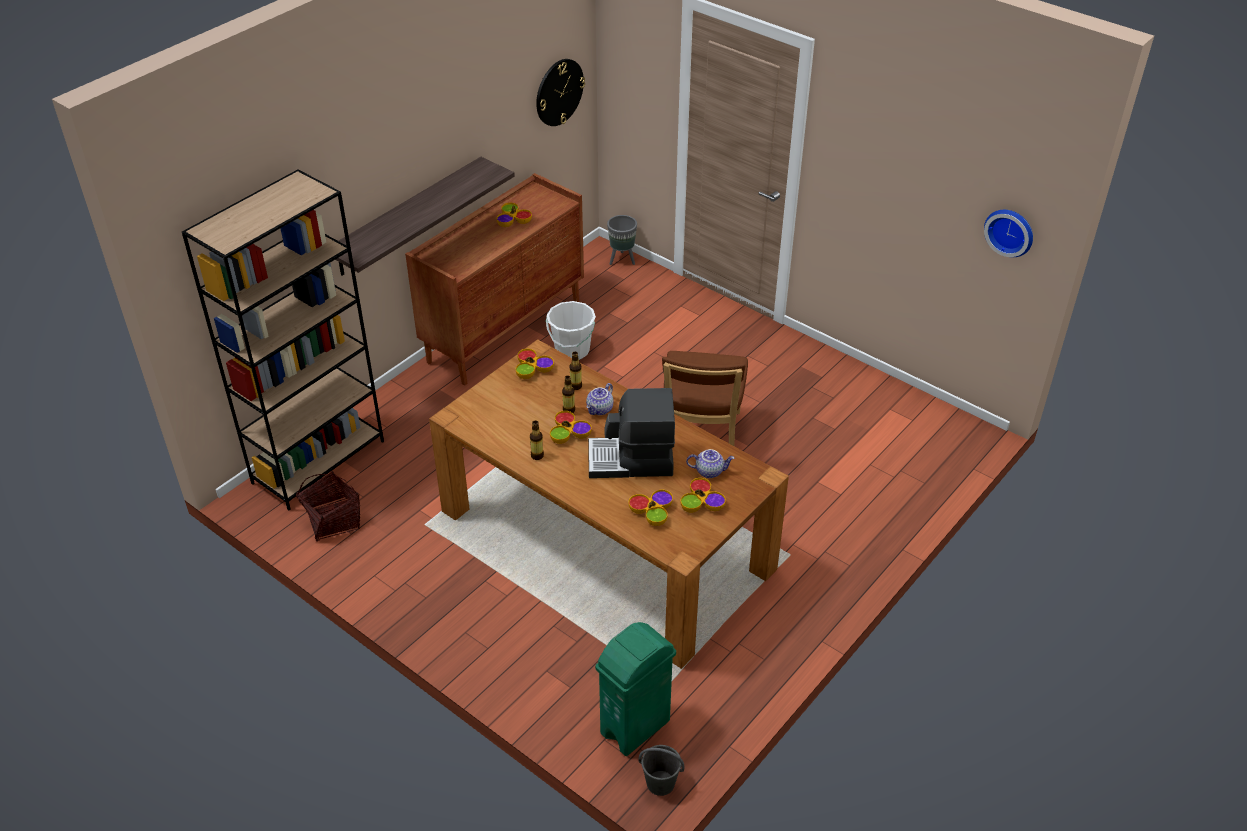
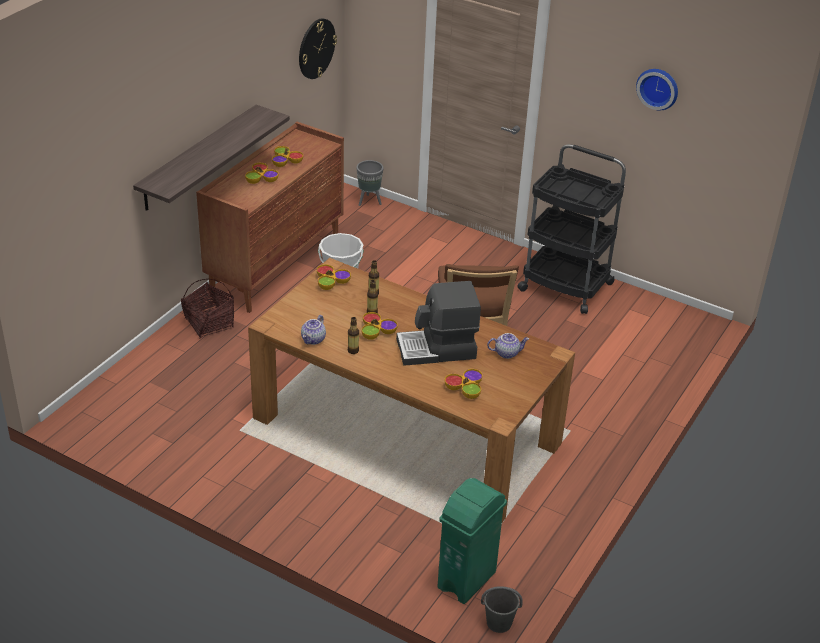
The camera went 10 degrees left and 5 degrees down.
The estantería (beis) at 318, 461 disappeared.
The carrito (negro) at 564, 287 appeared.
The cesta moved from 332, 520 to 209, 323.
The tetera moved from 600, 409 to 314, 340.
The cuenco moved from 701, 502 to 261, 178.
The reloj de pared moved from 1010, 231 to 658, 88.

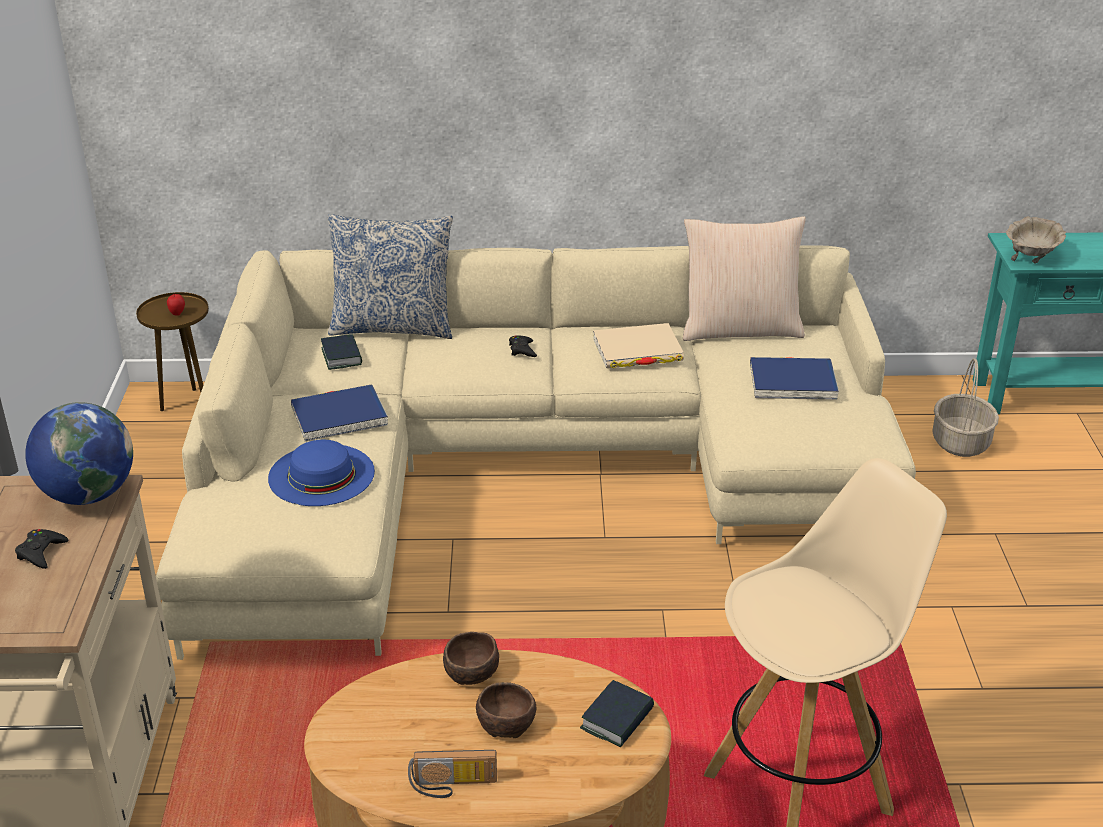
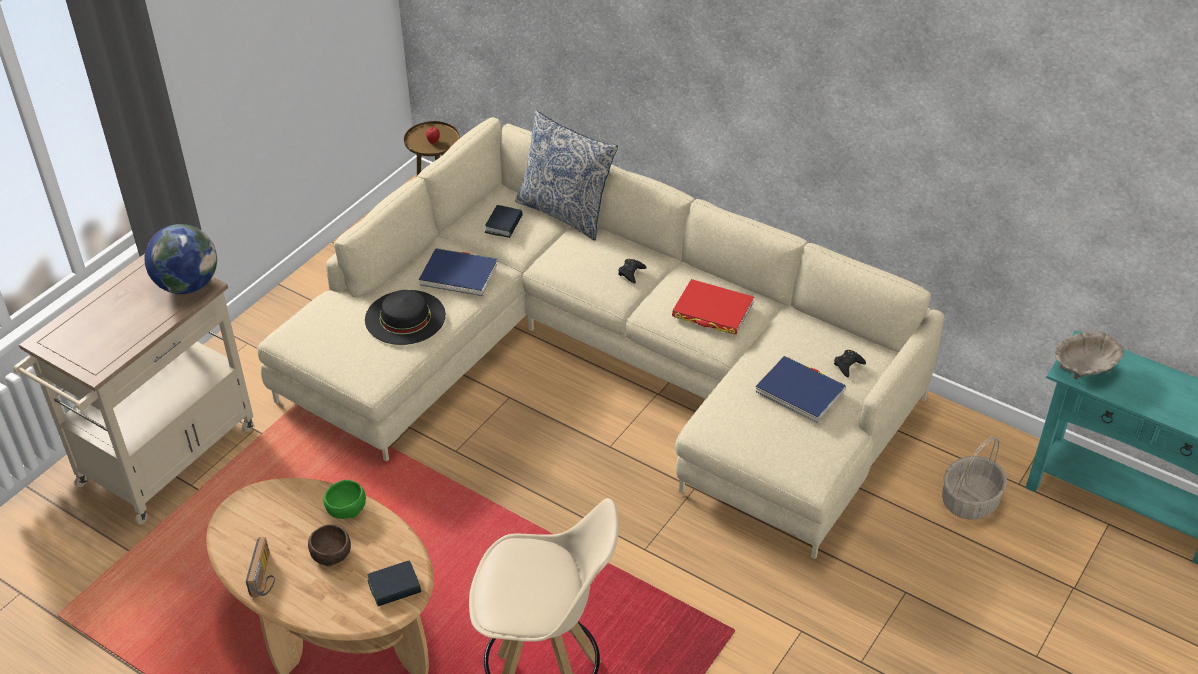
The camera went 35 degrees right and 10 degrees up.
The cojín (beis) at 740, 329 disappeared.
The mando de consola (negro) moved from 41, 552 to 848, 365.
The sombrero (azul) at 321, 474 became the sombrero (negro) at 405, 317.
The cuenco (marrón) at 470, 672 became the cuenco (verde) at 345, 508.
The libro (beis) at 637, 350 became the libro (rojo) at 712, 310.
The radio at 453, 786 turned 120 degrees counterclockwise.

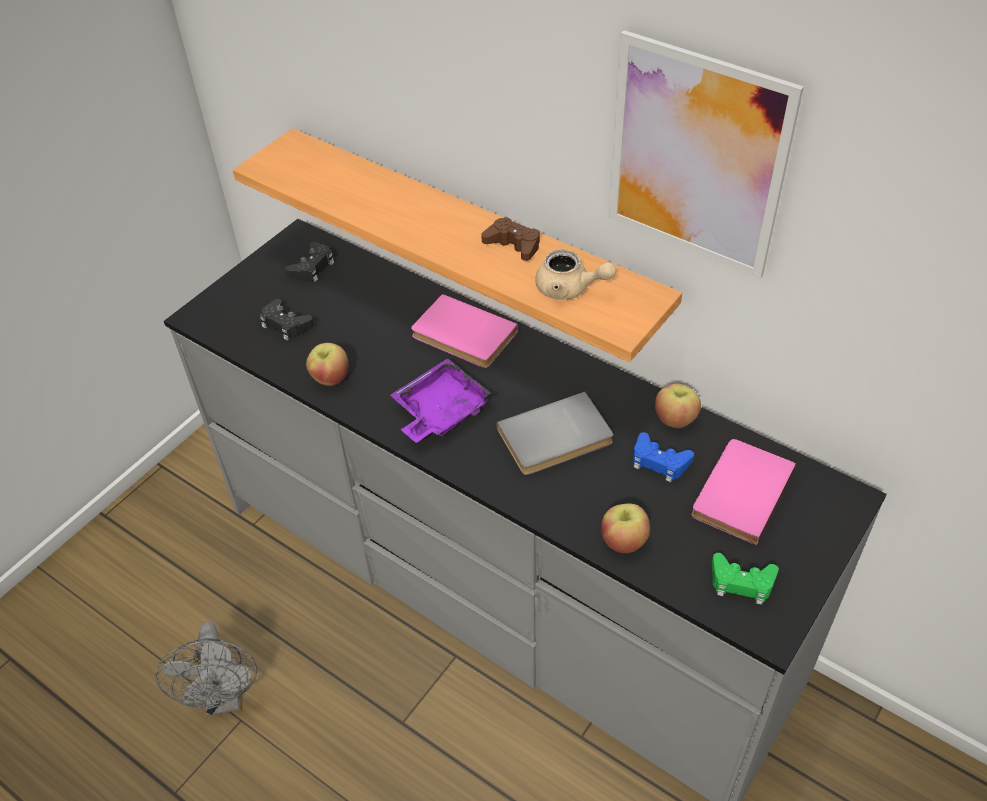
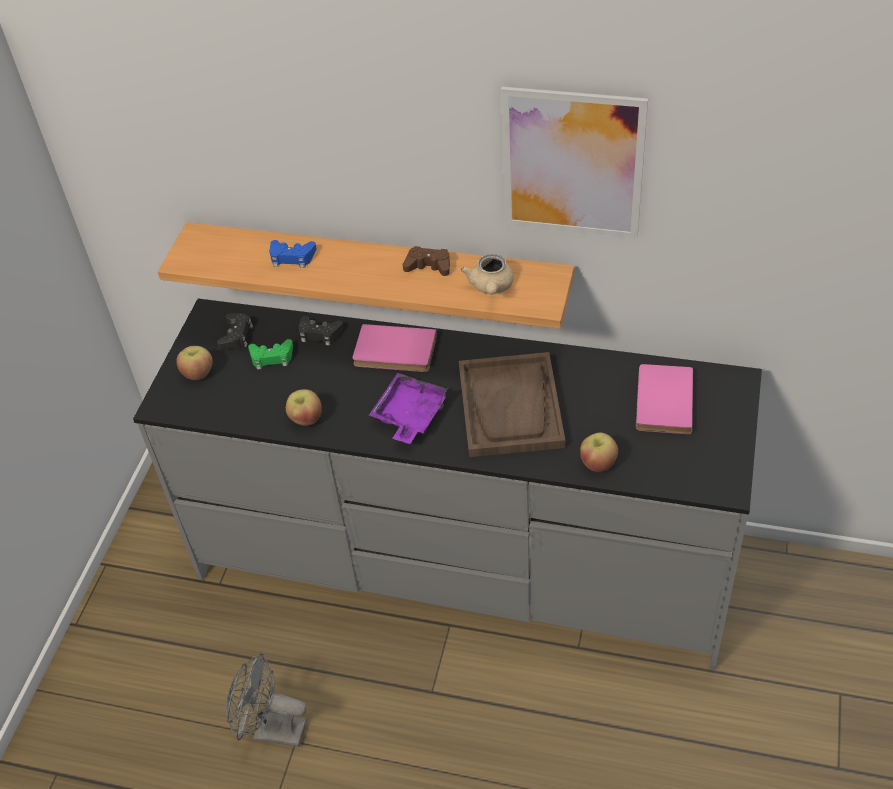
The camera went 20 degrees left and 0 degrees up.
The mando de consola (negro) moved from 285, 324 to 319, 334.
The mando de consola (azul) moved from 659, 462 to 292, 257.
The manzana moved from 675, 419 to 198, 373.
The mando de consola (verde) moved from 741, 582 to 272, 357.
The libro (gris) at 556, 439 was replaced by the bandeja (marrón) at 510, 407.
The ventilador (gris) at 224, 698 turned 135 degrees clockwise.
The tetera (beis) at 569, 289 turned 90 degrees clockwise.

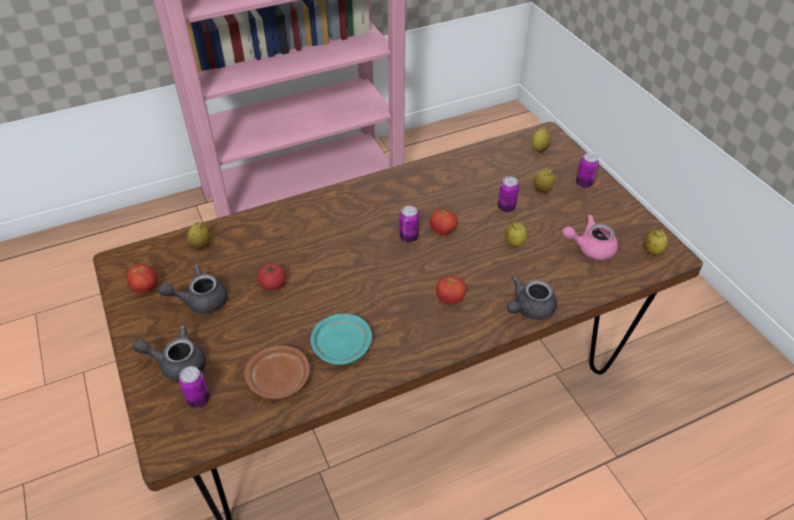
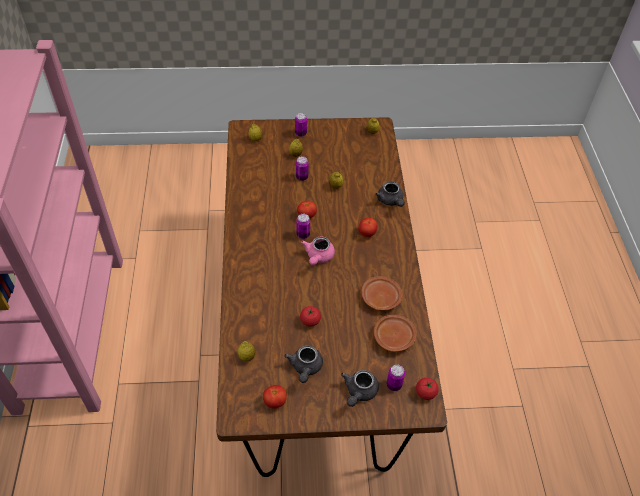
The camera went 70 degrees left and 5 degrees up.
The tomate at 425, 393 appeared.
The tetera (rosa) moved from 589, 248 to 318, 257.
The plato (turquesa) at 342, 345 became the plato (marrón) at 380, 297.

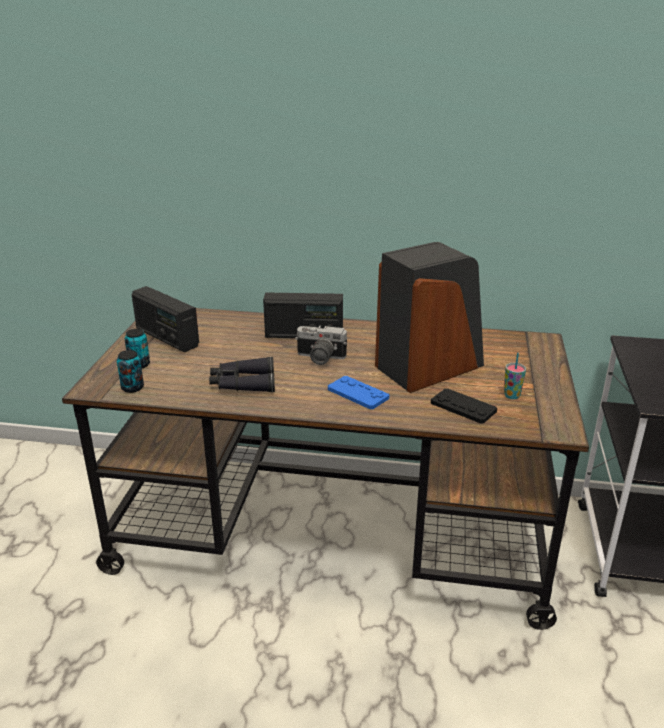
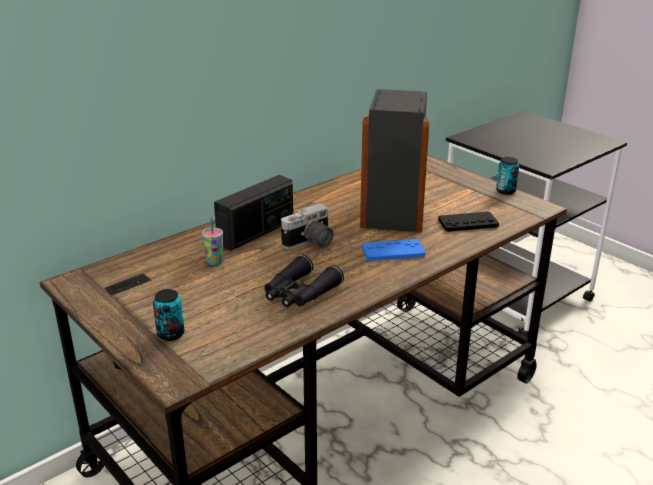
The camera went 50 degrees left and 0 degrees up.
The radio at 166, 337 disappeared.
The lata moved from 132, 388 to 505, 191.
The taza moved from 512, 396 to 214, 262.

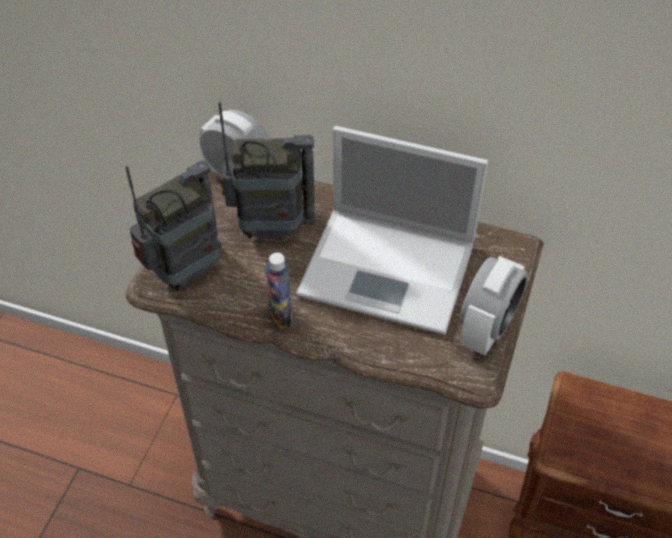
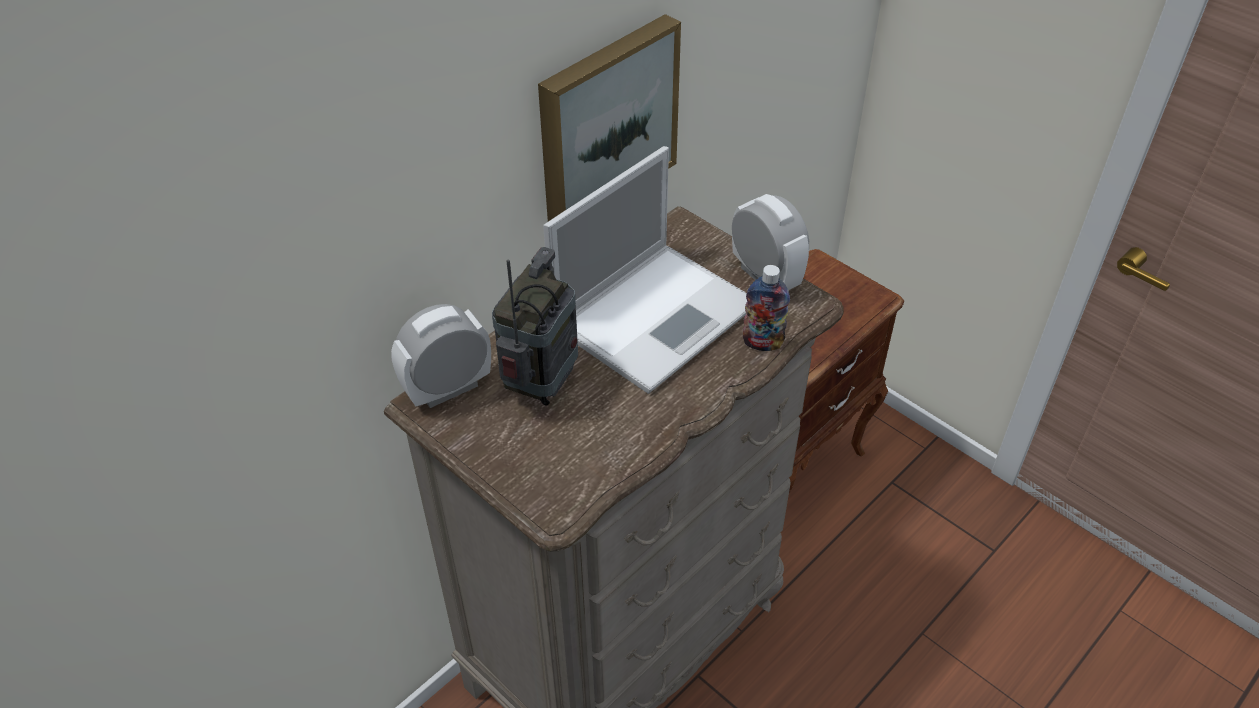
The camera went 65 degrees left and 5 degrees down.
The radio at 186, 271 disappeared.
The cuadro at 605, 123 appeared.
The botella moved from 280, 315 to 762, 343.

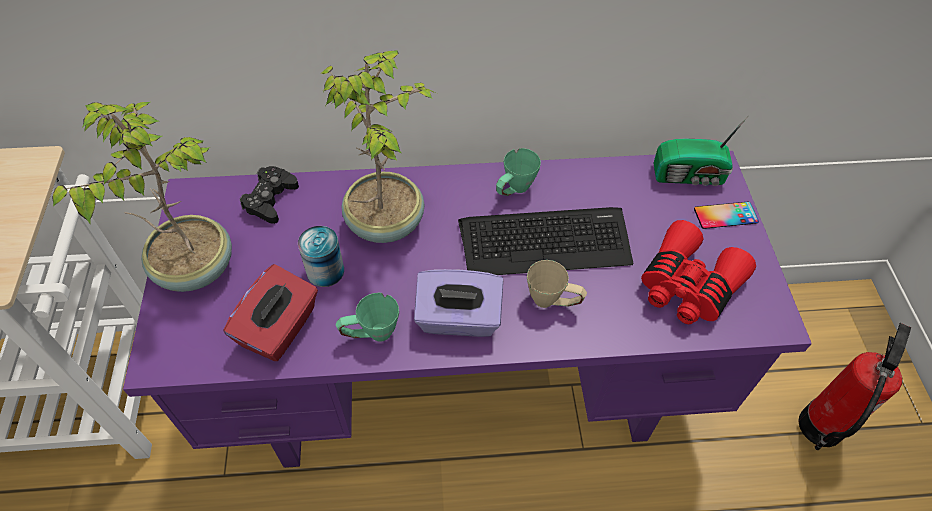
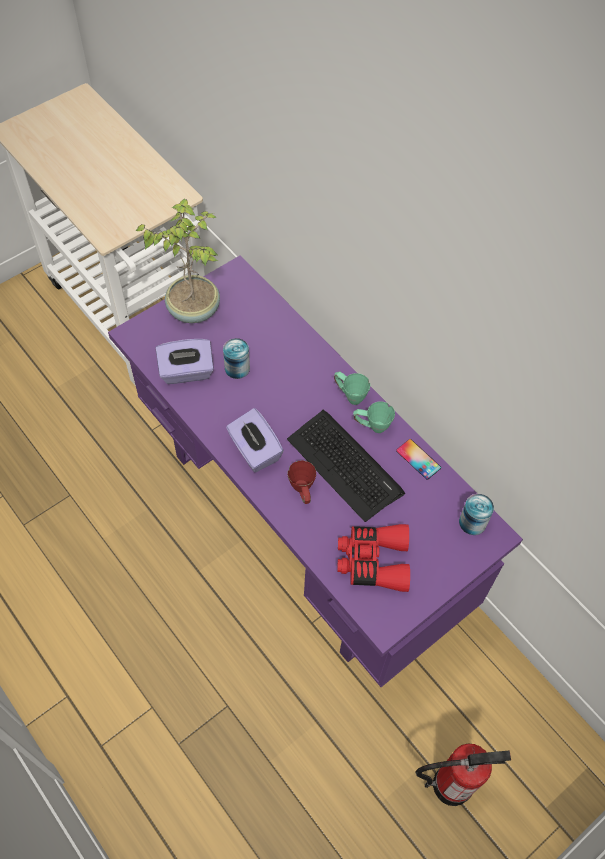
The camera went 55 degrees right and 5 degrees up.
The mando de consola (negro) at 270, 199 disappeared.
The planta en maceta at 386, 221 disappeared.
The taza grande (verde) moved from 371, 335 to 349, 395.
The móvil moved from 725, 215 to 418, 459.
The radio at 690, 176 was replaced by the lata at 472, 522.
The caja de pañuelos (rojo) at 280, 328 became the caja de pañuelos (morado) at 186, 372.
The taza grande (beis) at 553, 302 became the taza grande (rojo) at 302, 492.

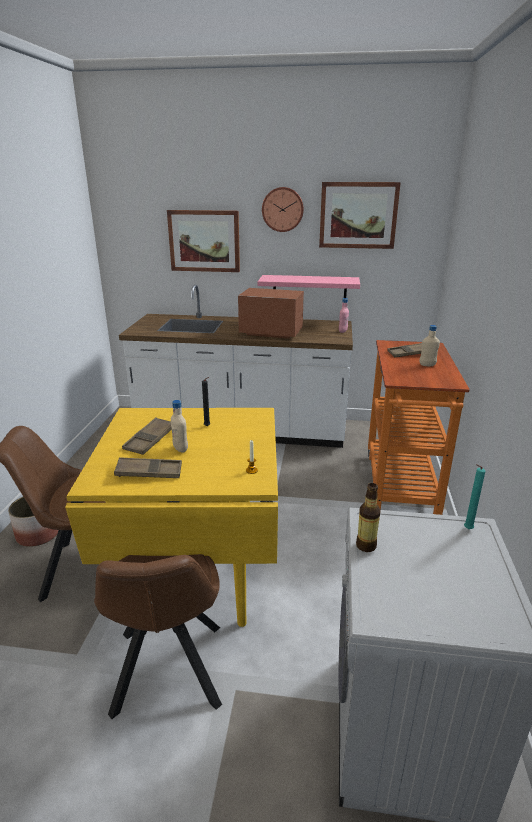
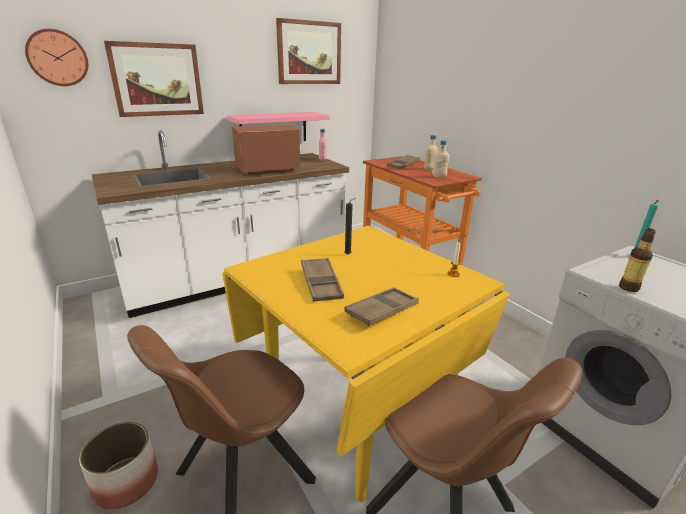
The camera went 40 degrees left and 0 degrees up.
The botella (beis) moved from 180, 449 to 439, 177.
The reloj de pared moved from 283, 209 to 57, 58.

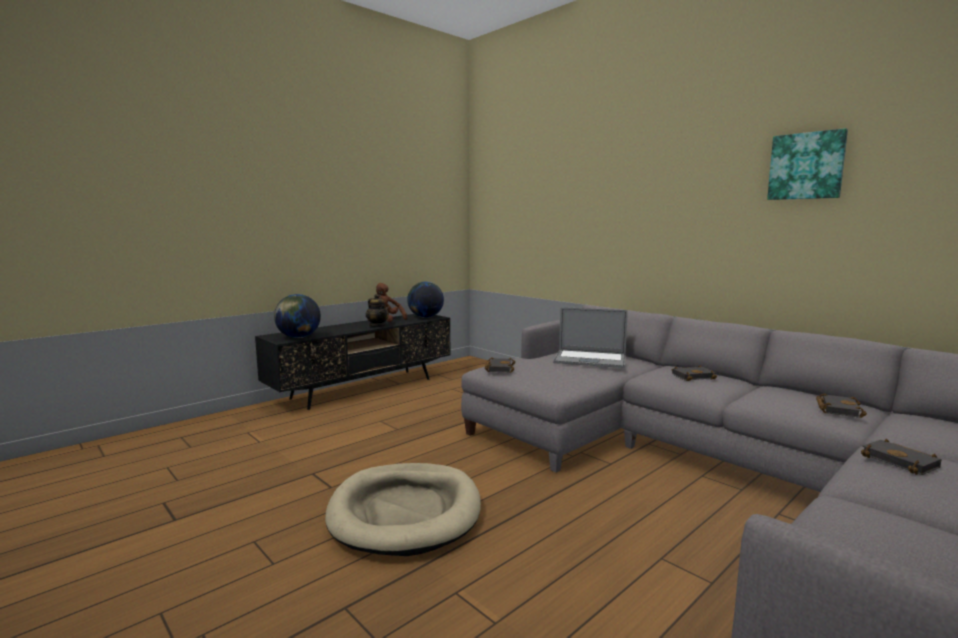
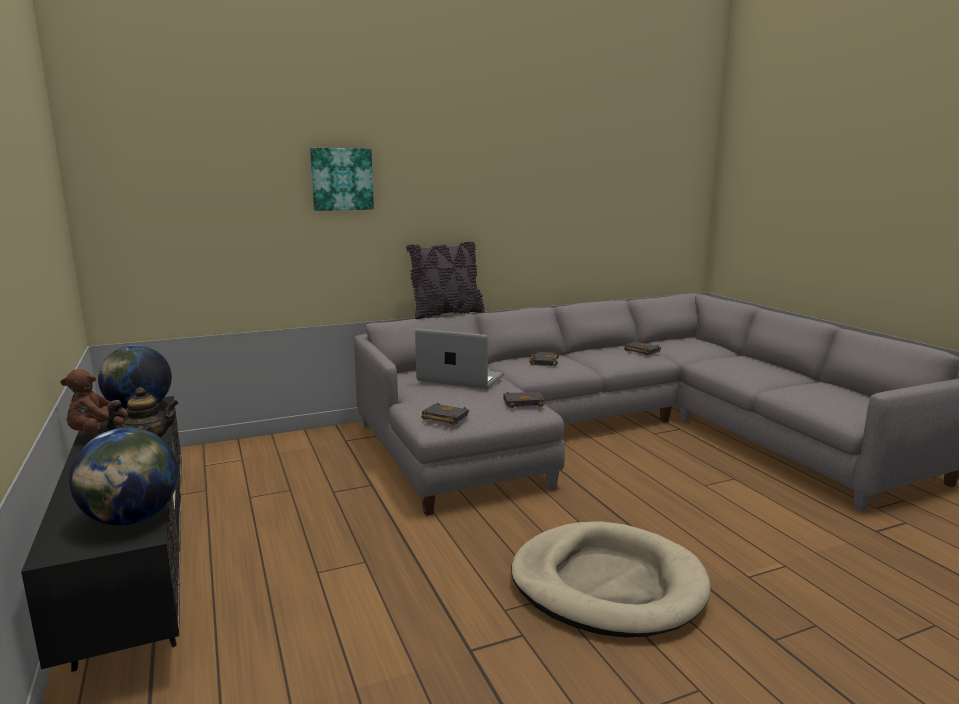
The camera went 70 degrees left and 5 degrees up.
The cojín (negro) at 446, 314 appeared.
The cuadro moved from 806, 166 to 341, 179.
The libro (negro) moved from 902, 462 to 524, 402.
The portátil at 590, 359 turned 105 degrees counterclockwise.

